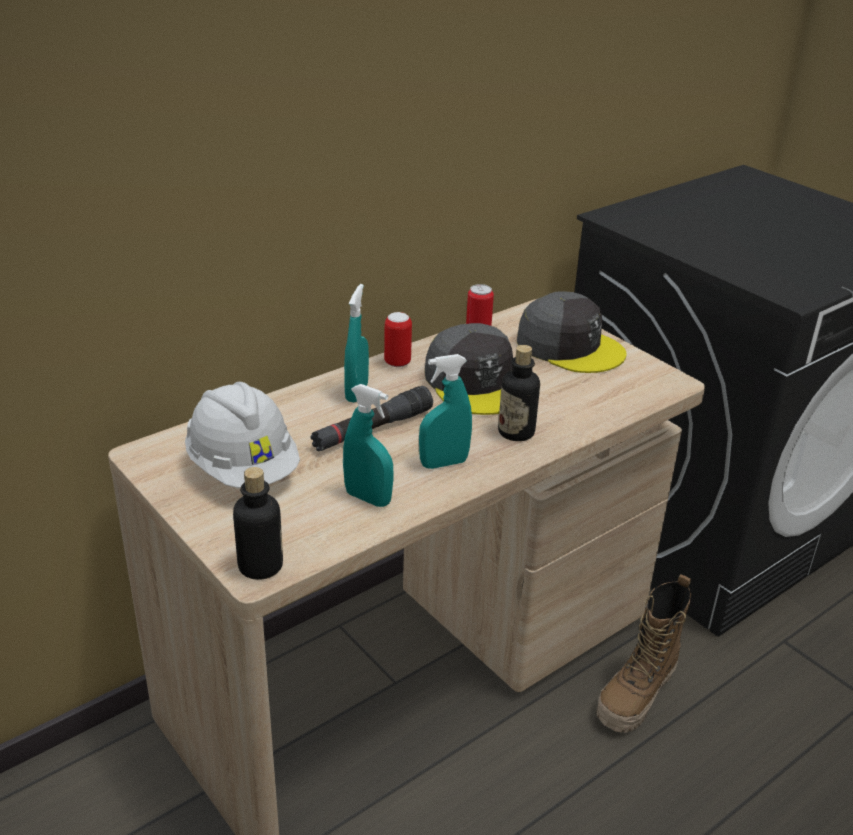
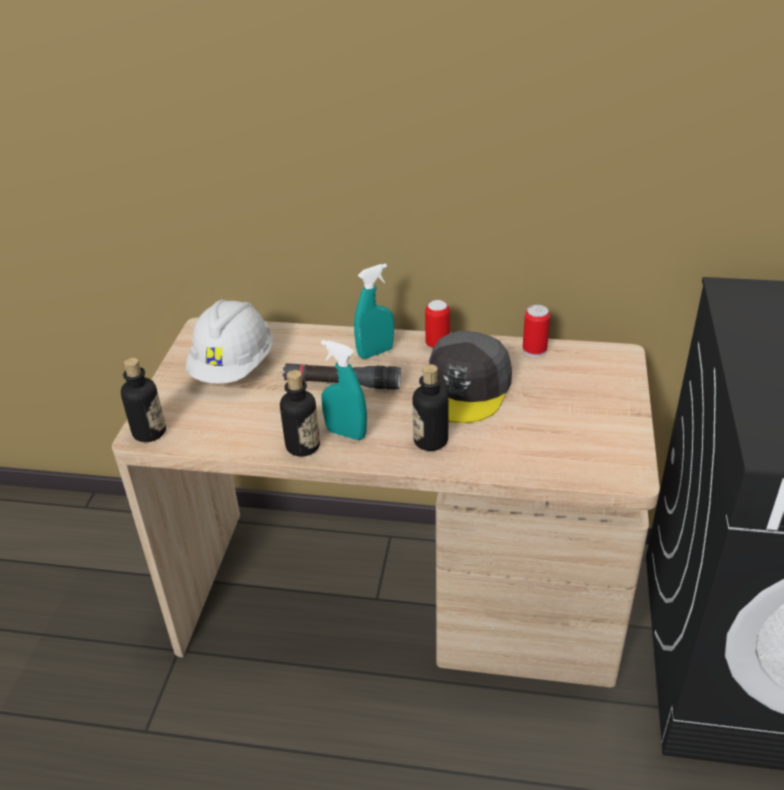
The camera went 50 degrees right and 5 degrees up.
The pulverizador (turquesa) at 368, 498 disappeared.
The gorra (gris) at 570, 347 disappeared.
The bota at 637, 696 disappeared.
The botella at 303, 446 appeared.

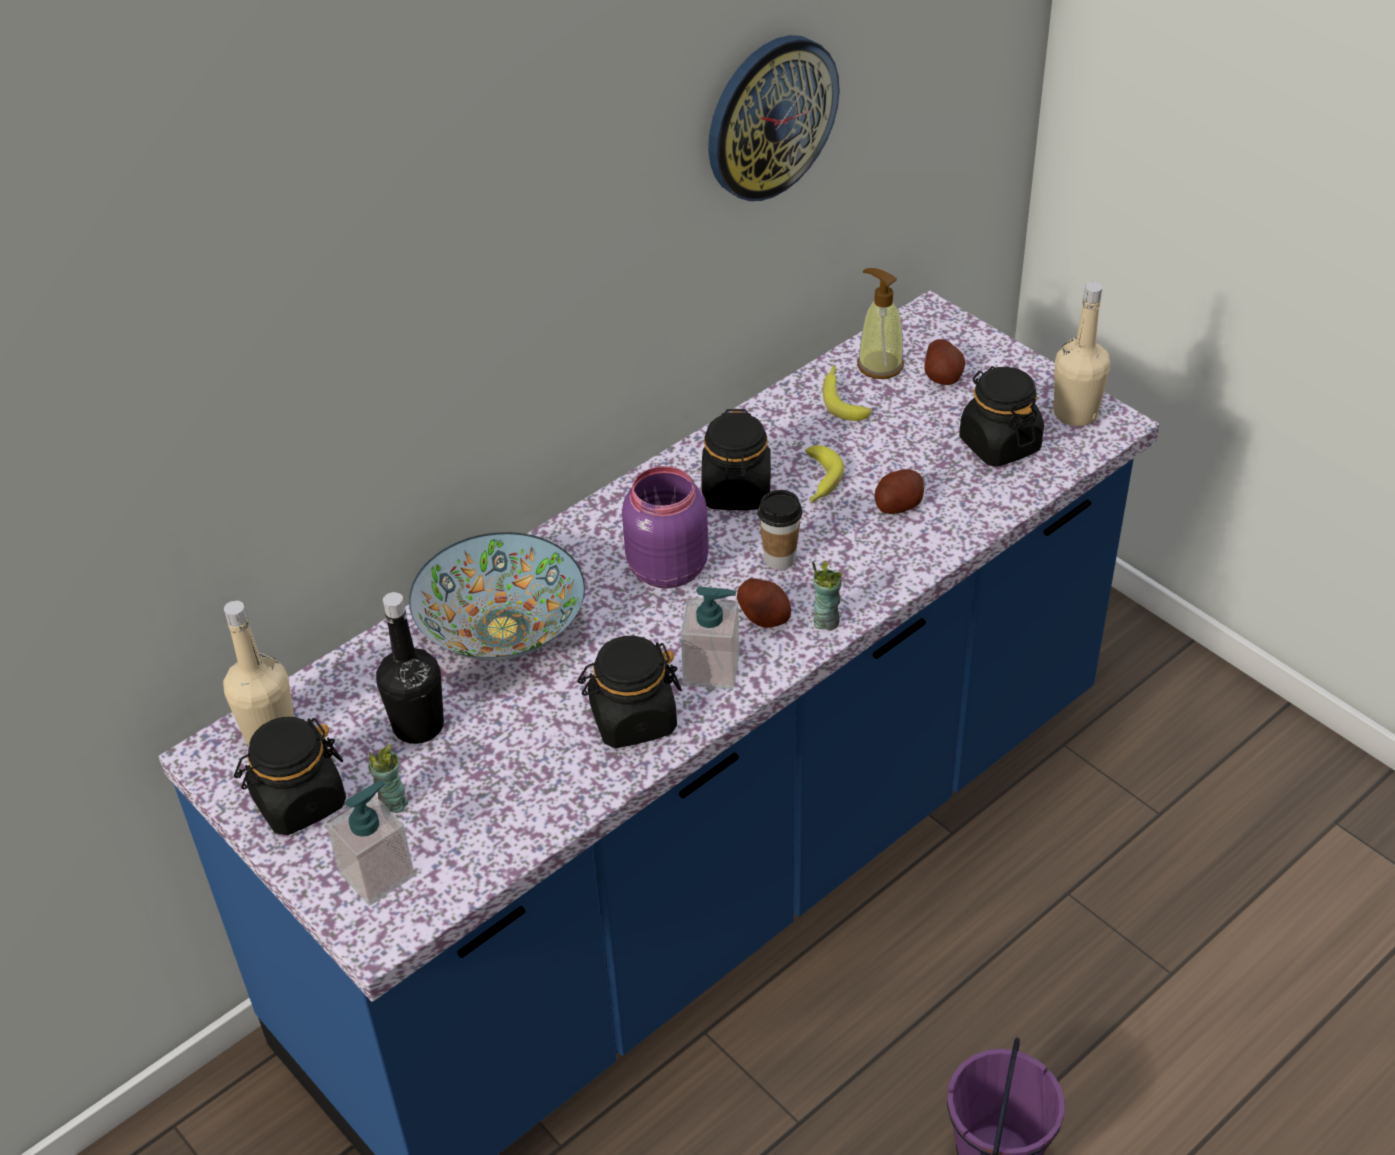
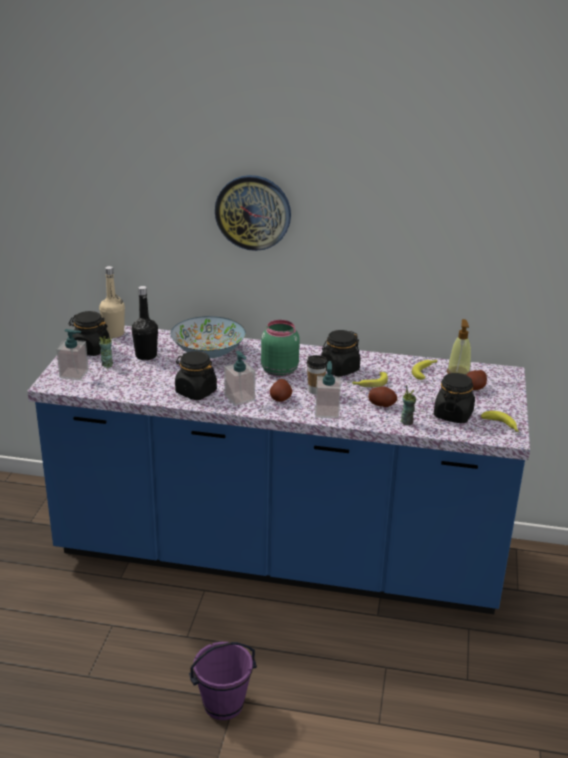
The camera went 50 degrees right and 15 degrees down.
The dispensador de jabón at 327, 411 appeared.
The reloj de pared moved from 770, 117 to 253, 212.
The taza moved from 826, 621 to 407, 422.
The botella (beis) at 1075, 413 was replaced by the plátano at 501, 426.
The tarro (morado) at 665, 568 became the tarro (verde) at 279, 370.

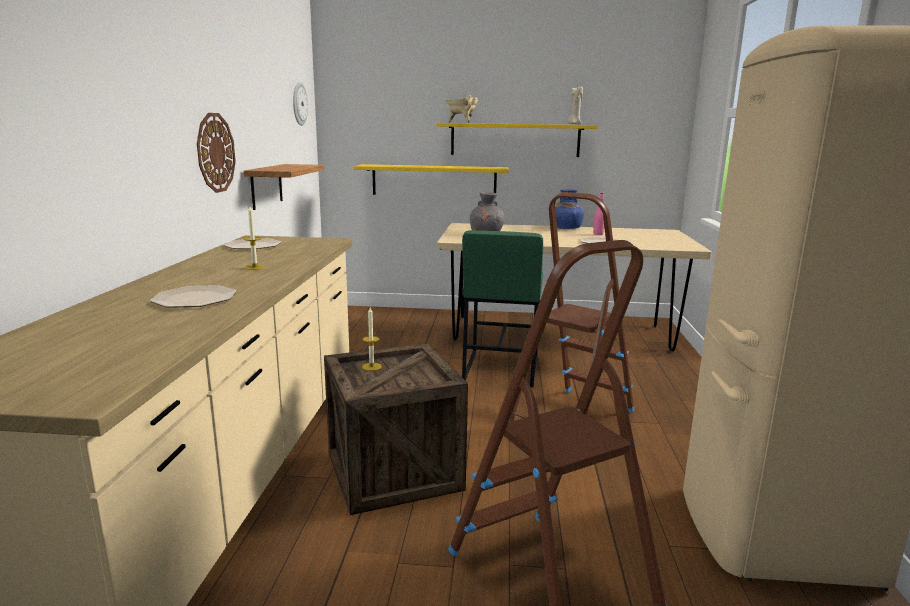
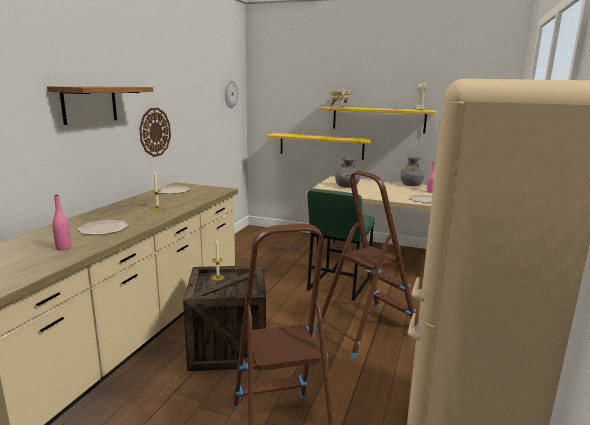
The camera went 15 degrees right and 0 degrees up.
The botella (rosa) at 63, 248 appeared.
The estante moved from 266, 186 to 89, 104.
The florero (azul) at 566, 228 became the florero (gris) at 411, 185.

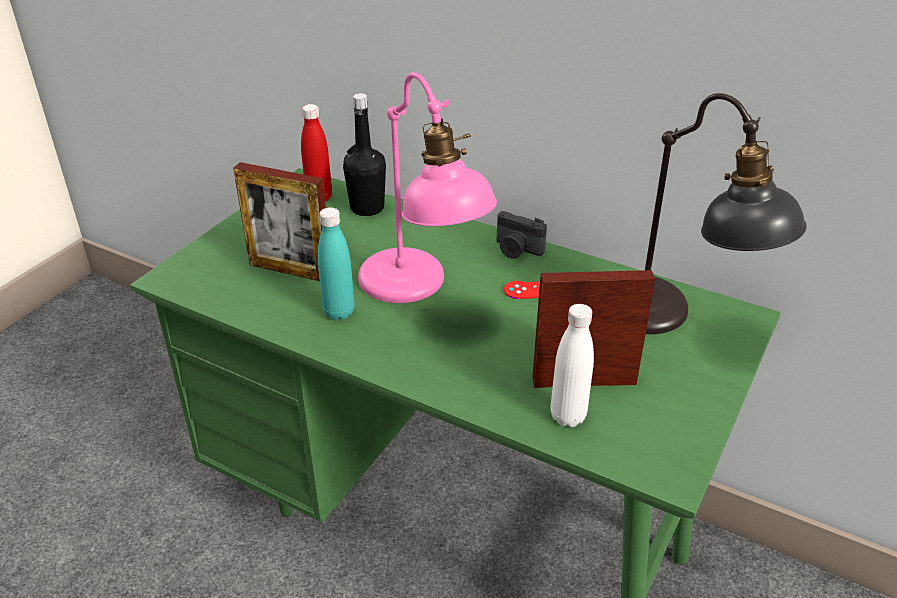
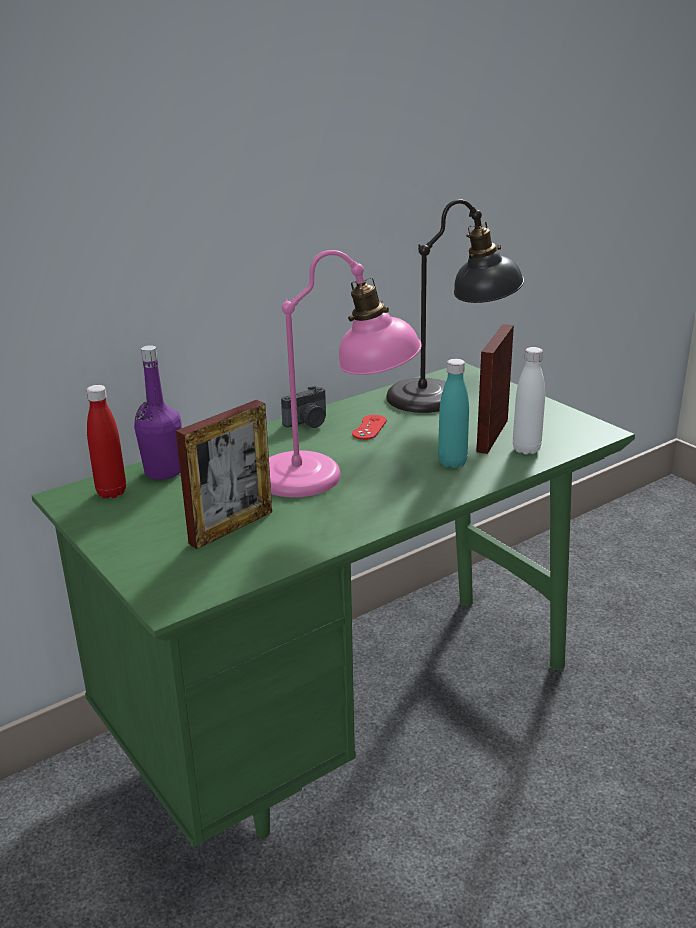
The camera went 65 degrees left and 10 degrees down.
The botella (turquesa) moved from 339, 312 to 452, 463.
The botella (negro) at 367, 208 became the botella (morado) at 163, 472.

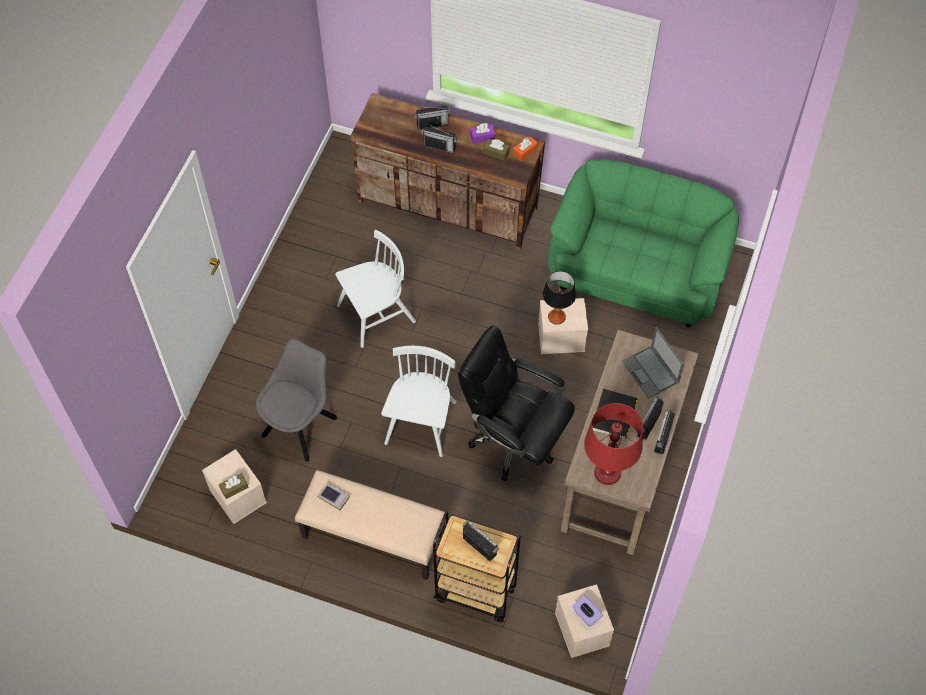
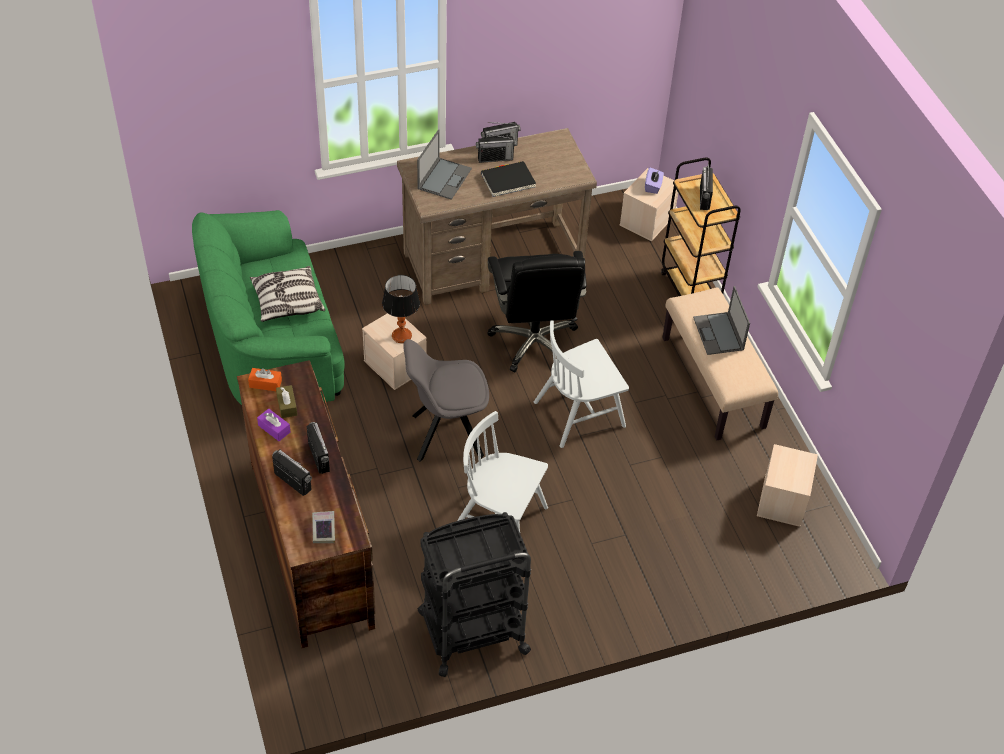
The camera went 130 degrees left and 10 degrees down.
The caja de pañuelos (marrón) at 234, 488 disappeared.
The lámpara de mesa (rojo) at 607, 472 disappeared.
The cojín at 287, 302 appeared.
The carrito (negro) at 473, 631 appeared.
The portátil at 718, 334 appeared.
The silla (gris) moved from 300, 426 to 446, 435.
The libro moved from 333, 497 to 323, 529.

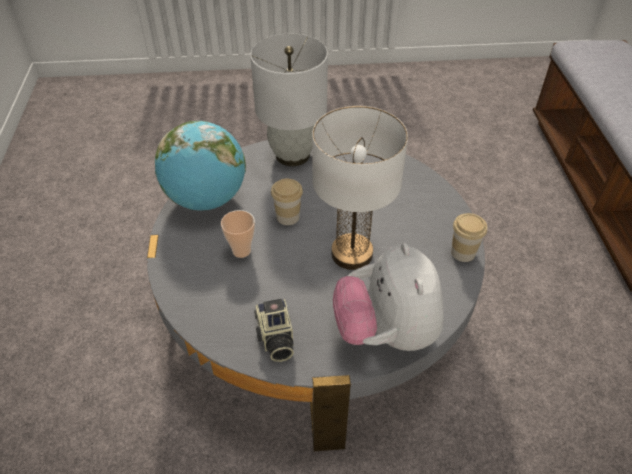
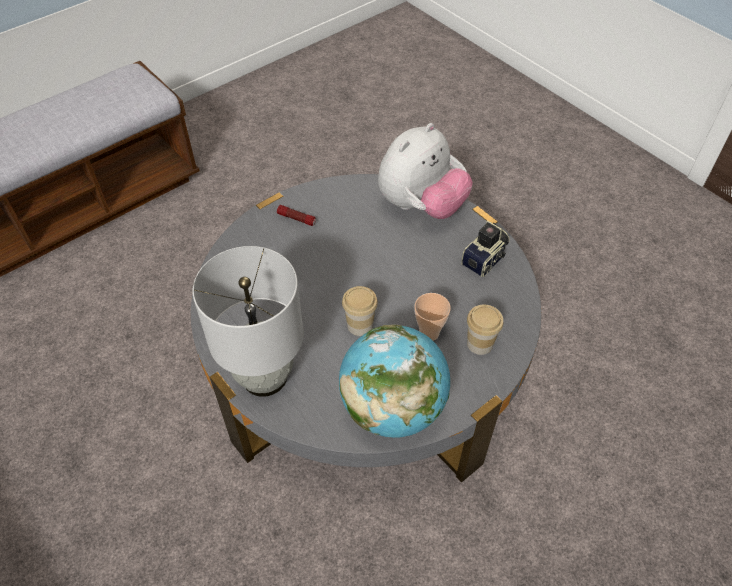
The camera went 125 degrees left and 5 degrees up.
The lámpara de mesa at 352, 254 disappeared.
The linterna at 297, 219 appeared.
The taza moved from 463, 252 to 479, 343.

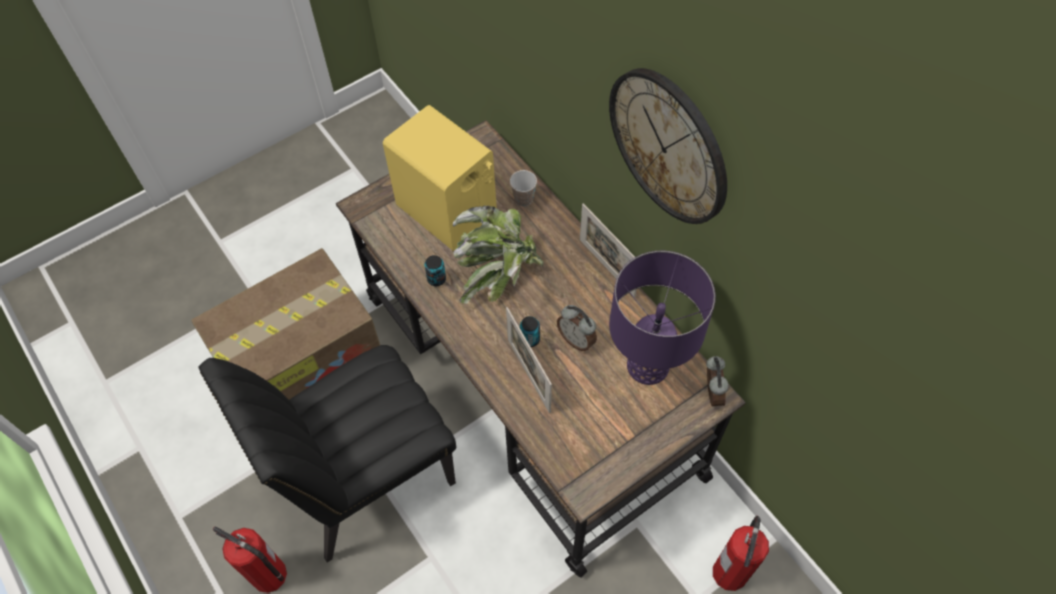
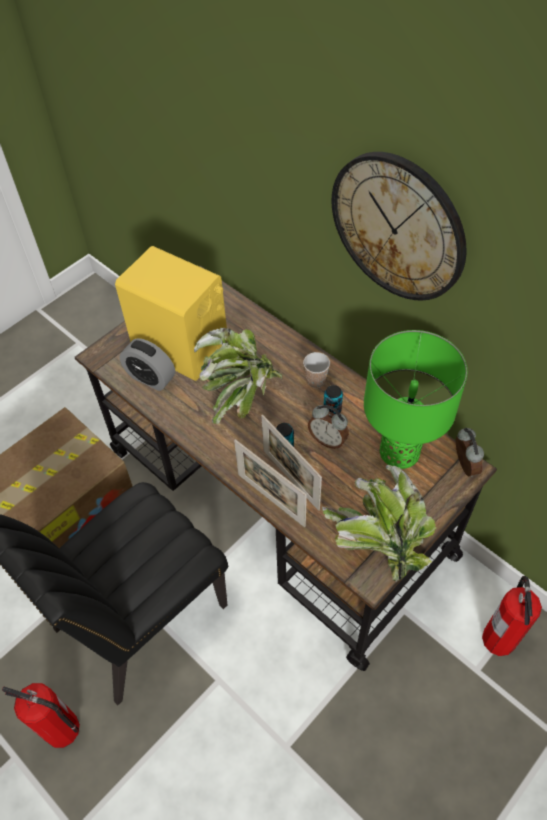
The camera went 10 degrees left and 5 degrees down.
The despertador at 150, 378 appeared.
The planta en maceta at 376, 543 appeared.
The lata moved from 436, 279 to 332, 410.
The taza moved from 523, 199 to 315, 381.
The portarretratos moved from 606, 267 to 271, 500.
The lámpara de mesa (morado) at 648, 366 became the lámpara de mesa (verde) at 400, 452.

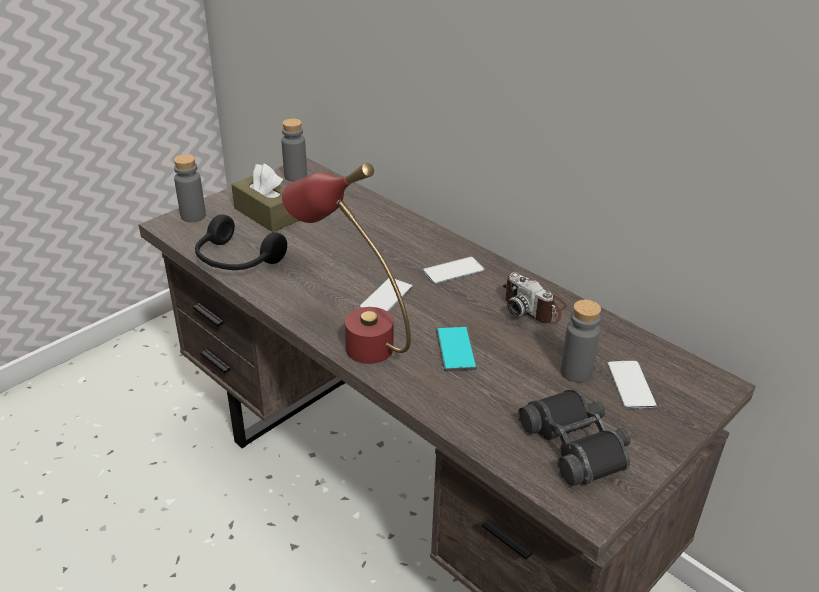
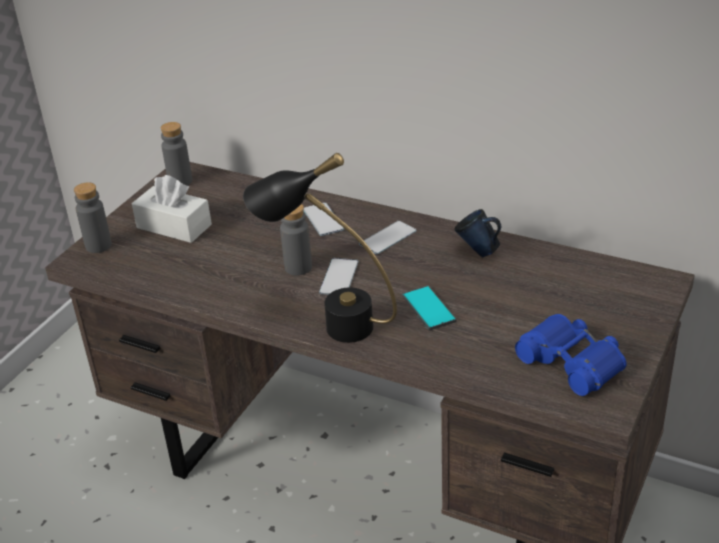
The camera went 15 degrees left and 0 degrees up.
The auriculares (negro) at 236, 260 disappeared.
The botella (gris) moved from 575, 372 to 298, 267.
The móvil moved from 631, 385 to 323, 219.
The cámara at 534, 306 was replaced by the taza grande (azul) at 478, 252.
The caja de pañuelos (marrón) at 266, 214 became the caja de pañuelos (blanco) at 174, 226.
The lámpara de mesa (rojo) at 352, 337 became the lámpara de mesa (negro) at 328, 322.
The prismáticos (negro) at 576, 445 became the prismáticos (azul) at 572, 362.

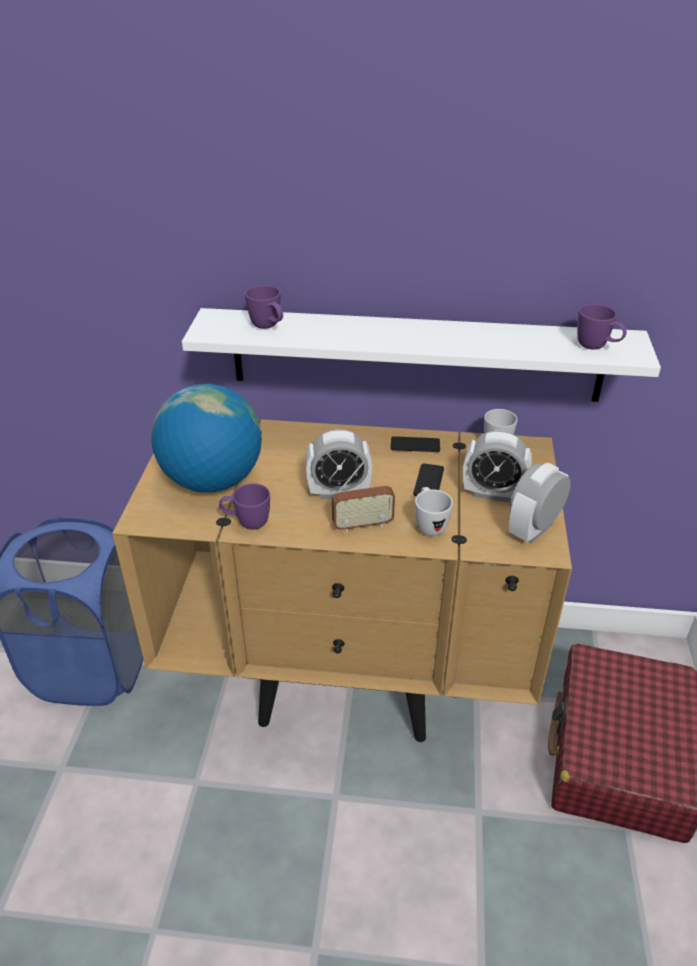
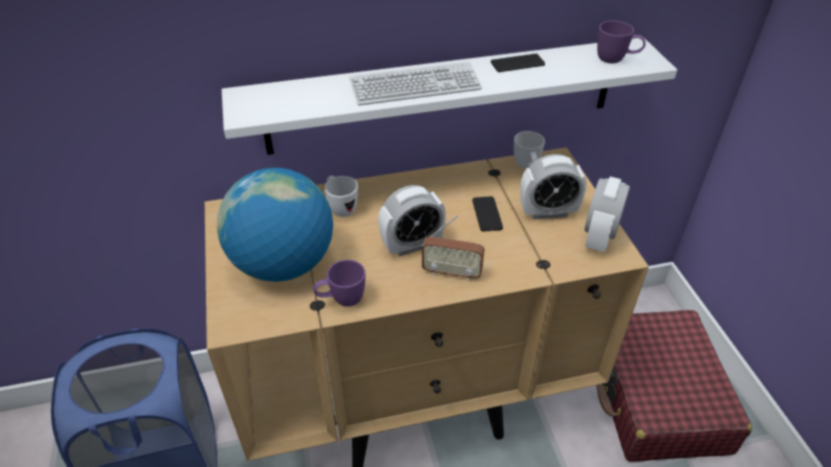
The camera went 20 degrees left and 5 degrees up.
The taza grande (morado) at 268, 327 disappeared.
The teclado at 415, 86 appeared.
The móvil moved from 415, 445 to 517, 64.
The taza grande (blanco) moved from 429, 525 to 340, 207.
The radio at 362, 525 turned 45 degrees clockwise.

